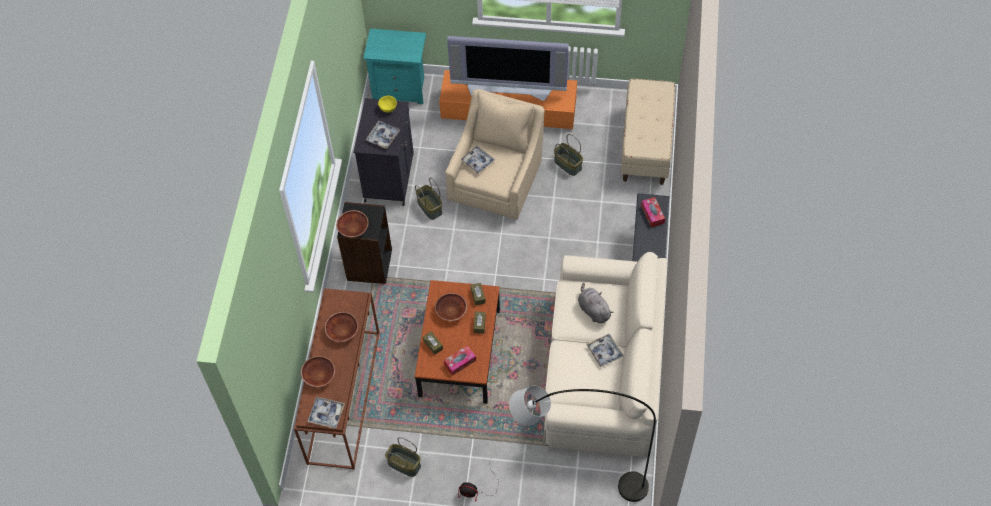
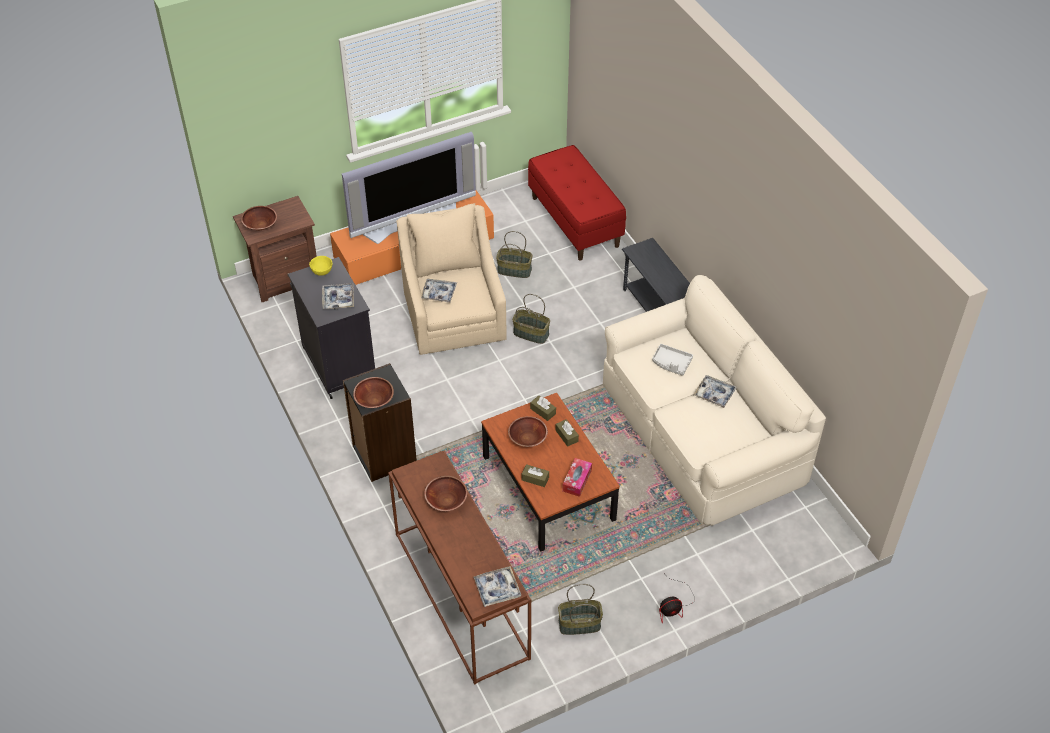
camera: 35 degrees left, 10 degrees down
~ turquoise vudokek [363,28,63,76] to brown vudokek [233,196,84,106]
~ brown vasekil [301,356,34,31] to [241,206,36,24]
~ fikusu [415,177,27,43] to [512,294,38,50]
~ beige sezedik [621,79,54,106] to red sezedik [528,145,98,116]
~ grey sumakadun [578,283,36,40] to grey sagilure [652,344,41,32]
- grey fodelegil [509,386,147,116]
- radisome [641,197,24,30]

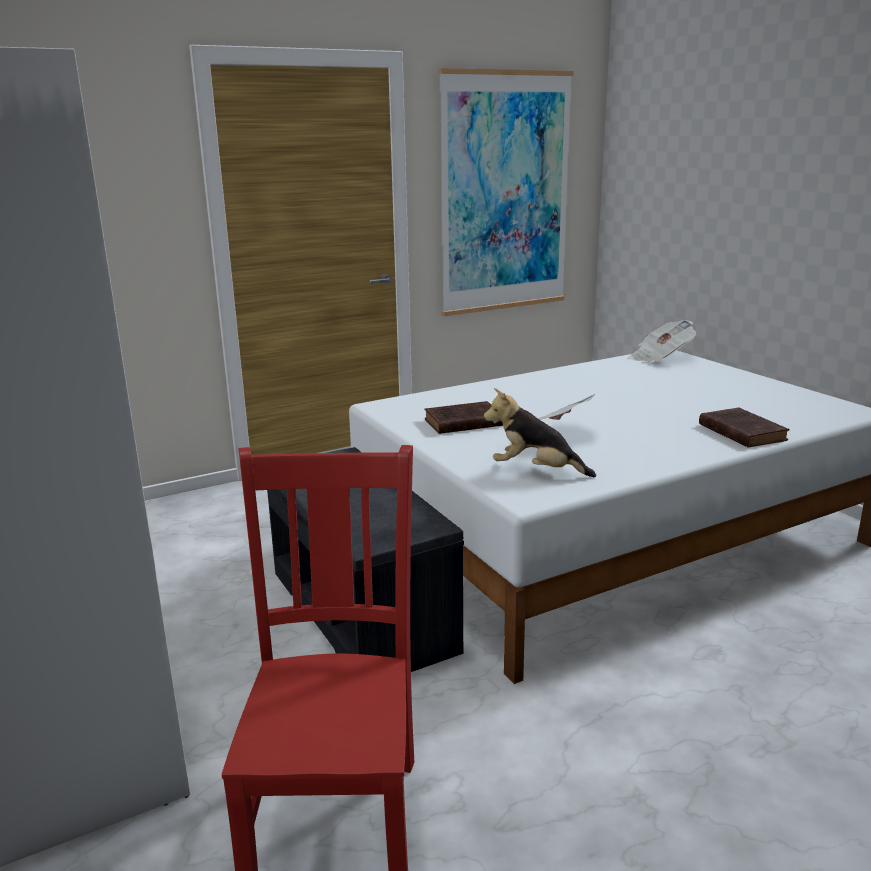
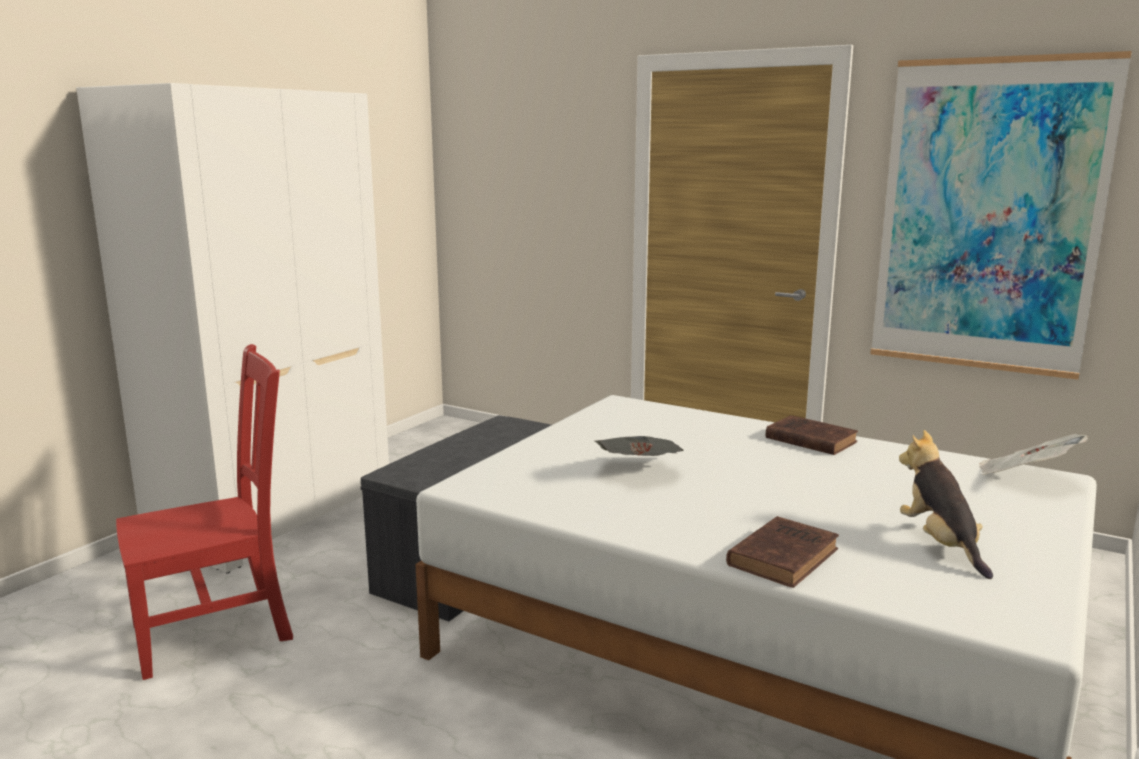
camera: 60 degrees right, 5 degrees down
~ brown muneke [424,401,79,33] to [766,415,92,40]
~ sumakadun [484,388,112,89] to [899,430,94,149]

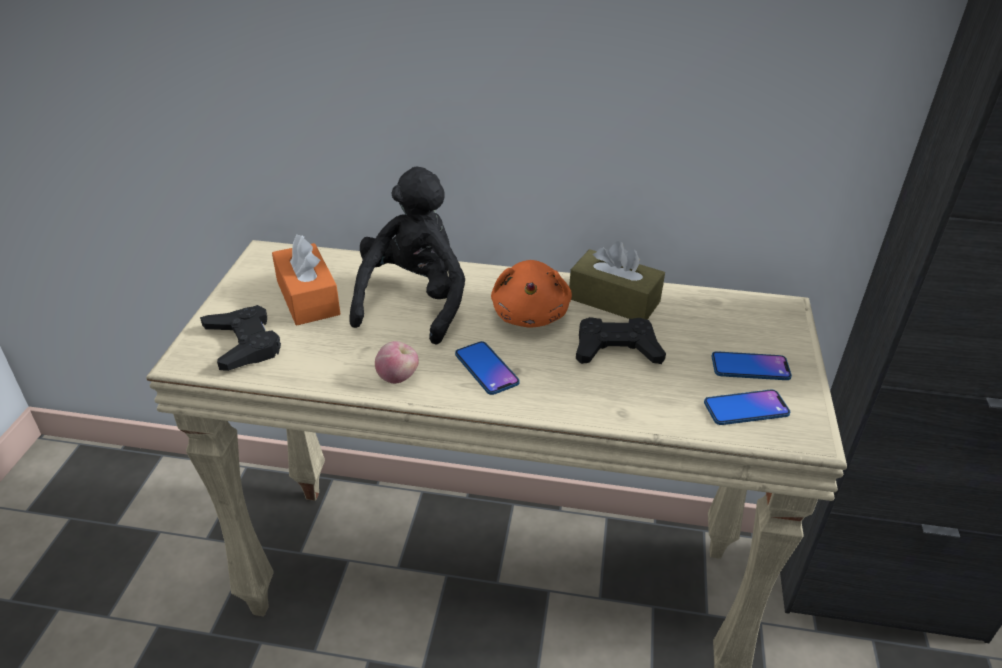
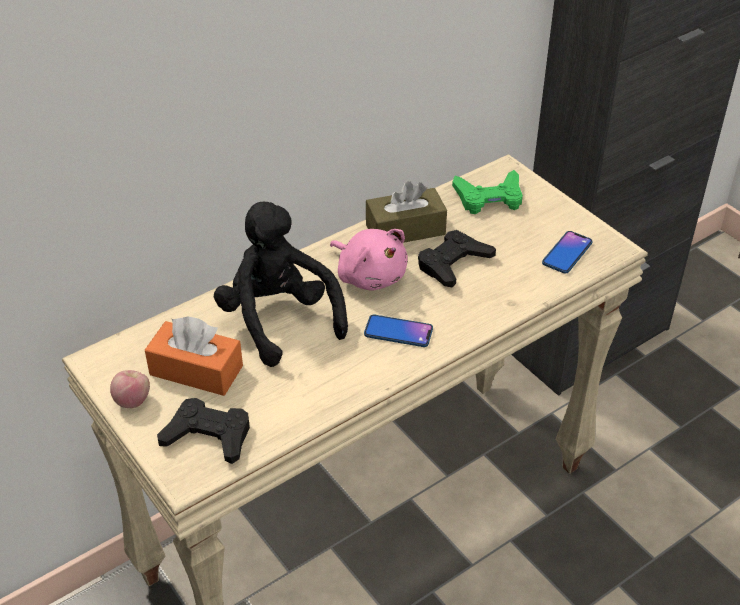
camera: 45 degrees left, 5 degrees up
~ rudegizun [375,341,43,43] to [110,370,40,38]
~ orange sumakadun [491,260,81,68] to pink sumakadun [330,229,78,62]
+ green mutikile [452,170,71,44]
- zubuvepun [712,351,80,29]

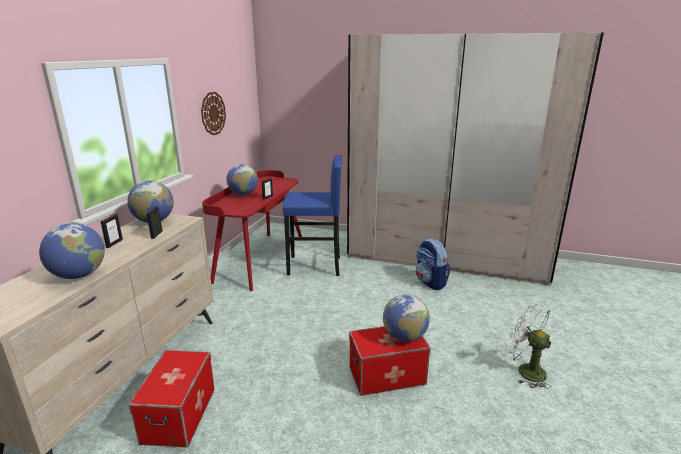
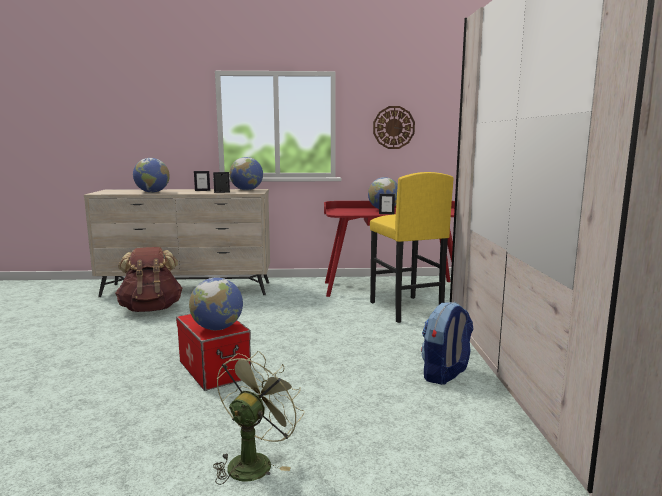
camera: 70 degrees right, 10 degrees down
~ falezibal [128,350,87,98] to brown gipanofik [115,247,67,65]
~ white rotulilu [504,304,47,85] to green rotulilu [213,351,91,134]
~ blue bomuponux [283,155,58,121] to yellow bomuponux [370,172,84,151]

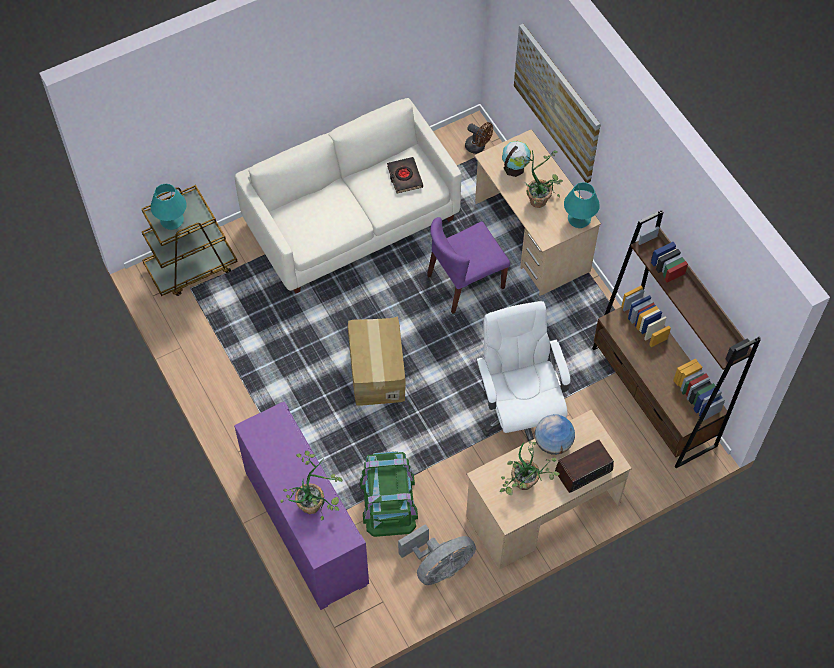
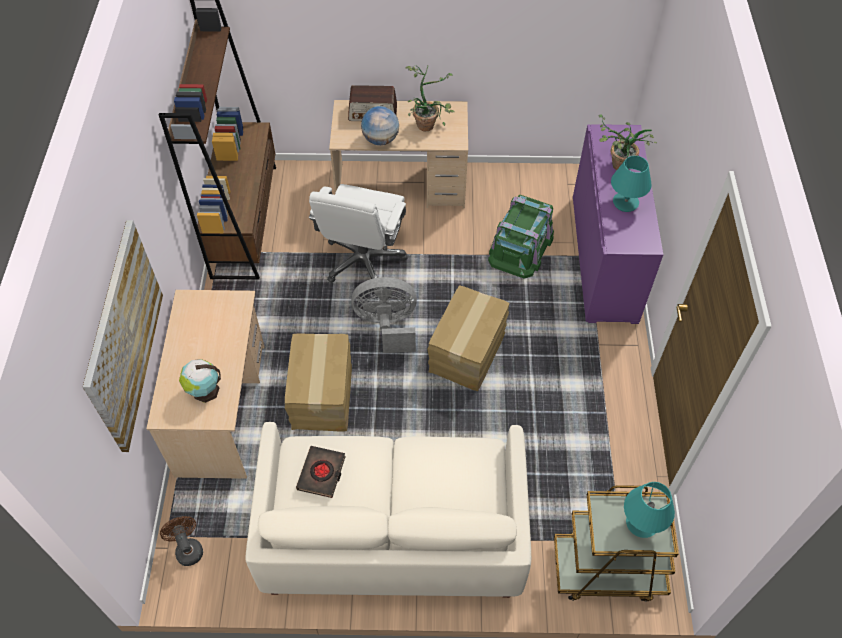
camera: 150 degrees left, 5 degrees down
~ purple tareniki [427,217,83,97] to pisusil [285,333,67,99]
~ grey rotulilu [398,524,78,61] to [351,277,66,76]
~ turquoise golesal [564,182,36,46] to [611,156,41,56]
- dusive [514,150,49,58]

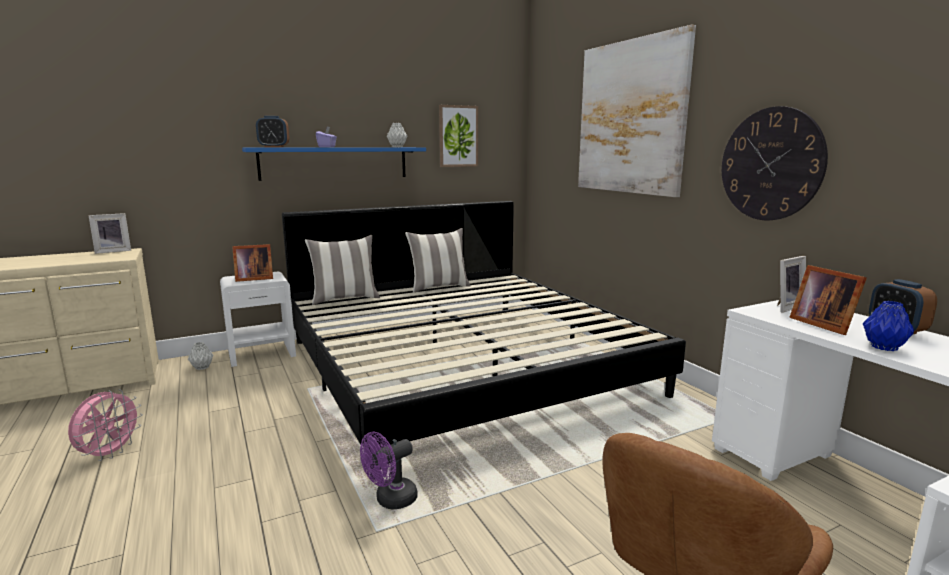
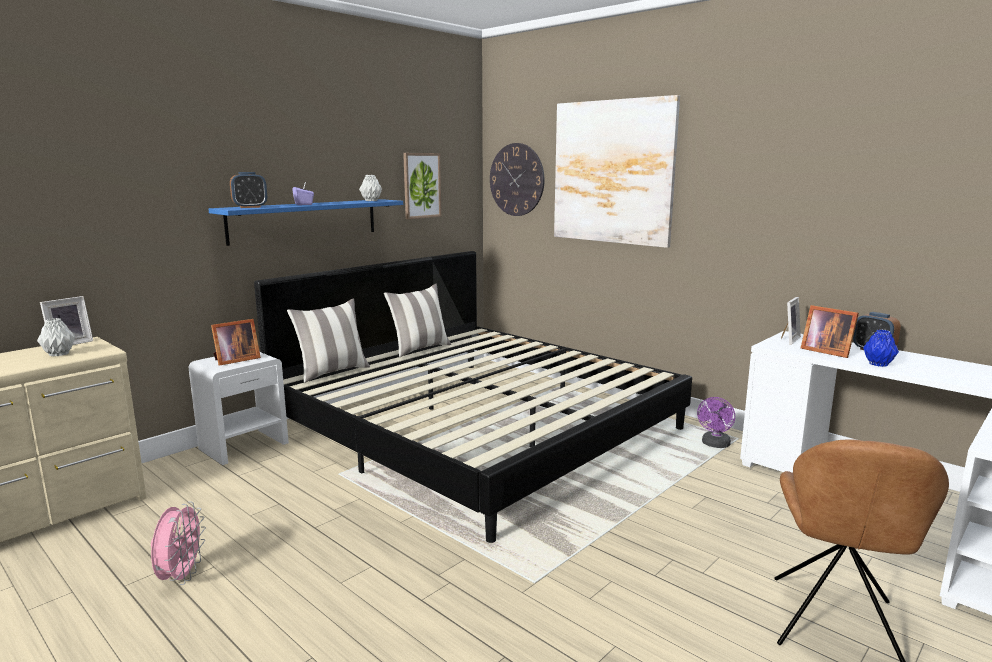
camera: 20 degrees left, 0 degrees up
~ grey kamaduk [188,342,26,28] to [37,318,38,39]
~ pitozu [722,106,106,114] to [490,143,54,73]
~ purple rotulilu [360,432,58,77] to [697,397,38,51]

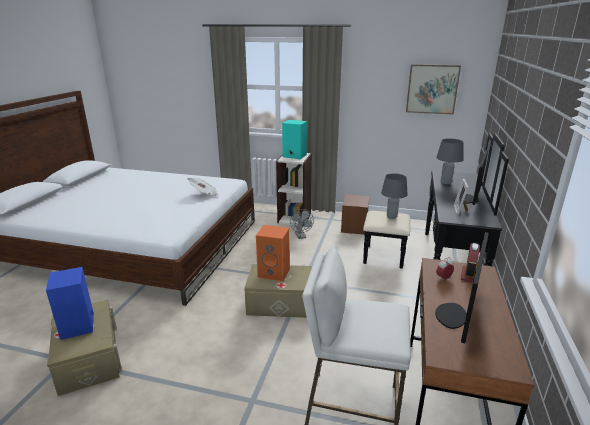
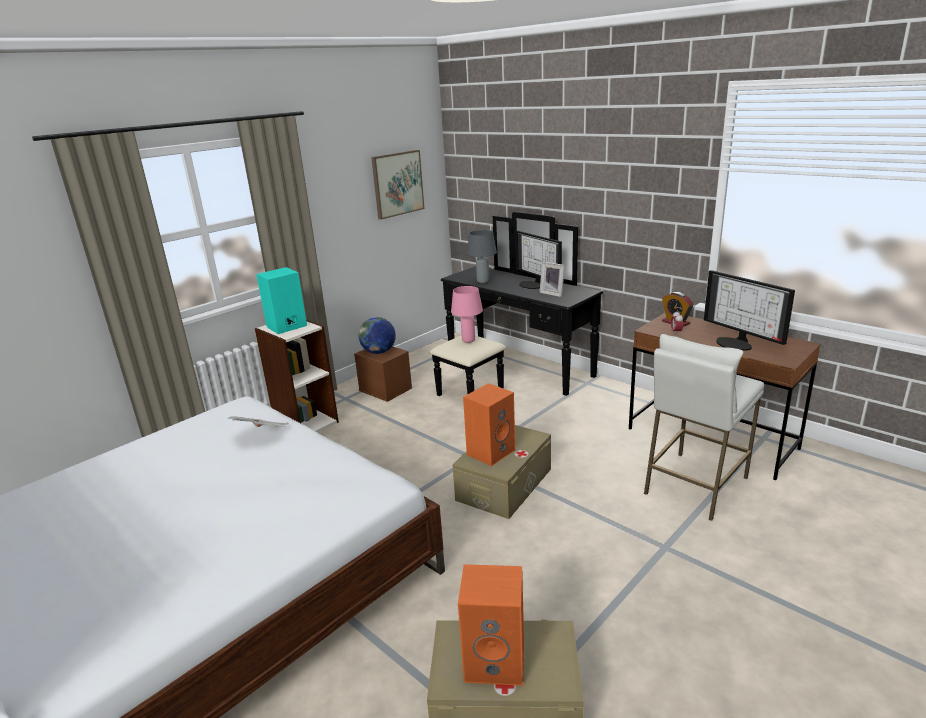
camera: 60 degrees left, 0 degrees up
+ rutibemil [358,317,38,37]
~ grey golesal [381,173,27,46] to pink golesal [451,286,32,57]
~ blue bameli [46,267,48,73] to orange bameli [458,564,66,122]
- grey rotulilu [290,209,24,30]

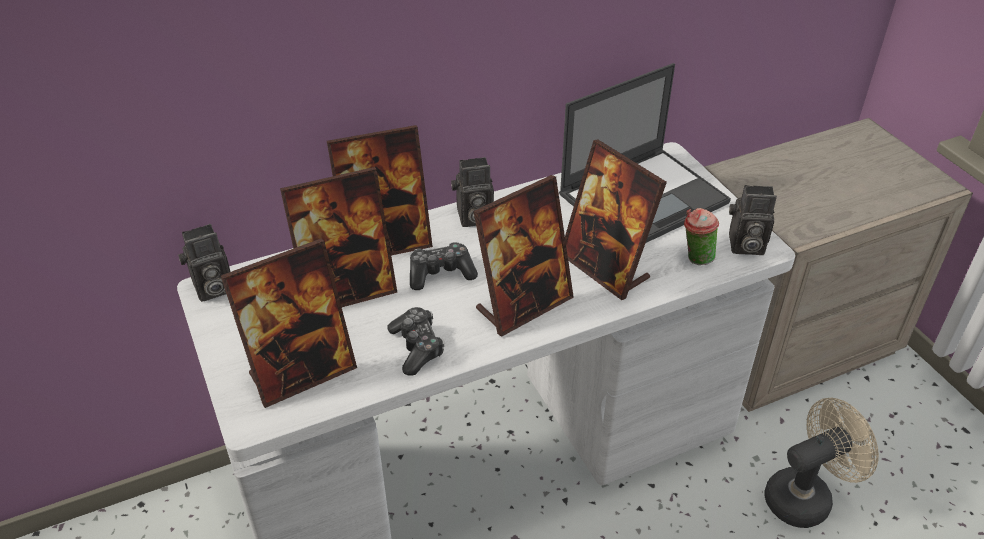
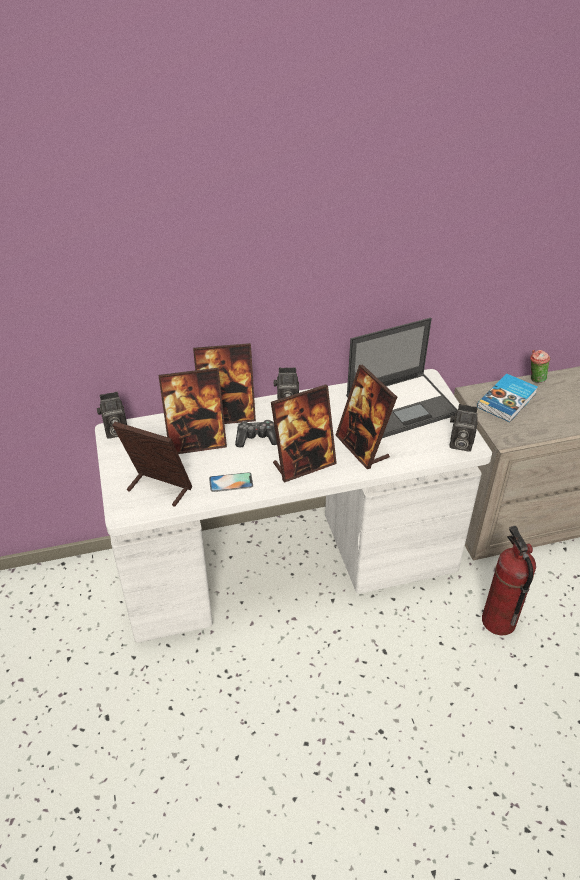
camera: 10 degrees right, 0 degrees up
~ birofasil [221,238,136,170] = [112,422,80,85] 135 degrees counterclockwise
~ mutikile [387,307,57,69] to zubuvepun [209,472,44,20]
+ muneke [477,374,61,48]
~ beige rotulilu [764,398,115,130] to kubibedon [482,526,54,109]
~ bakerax [684,208,35,57] to [530,350,20,33]

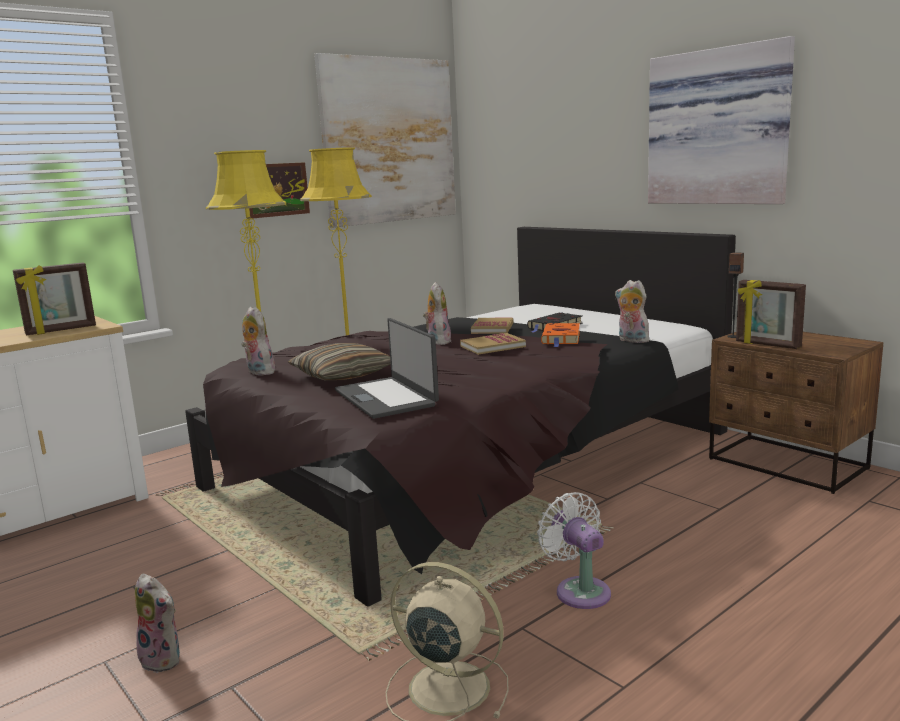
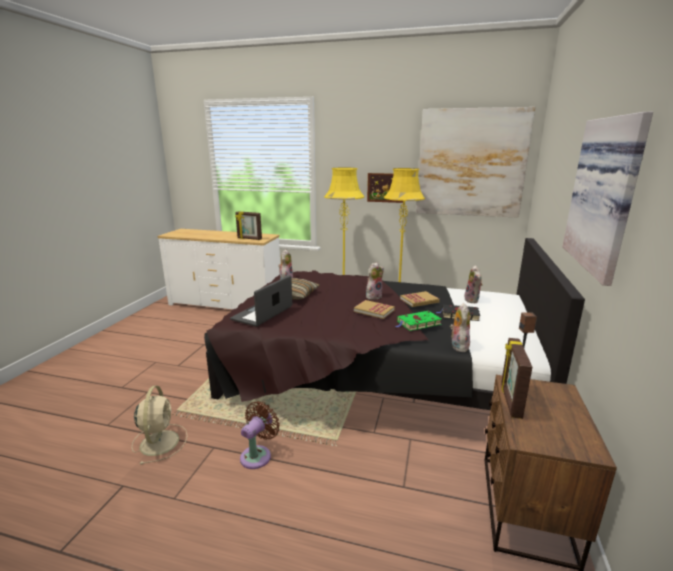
camera: 55 degrees right, 5 degrees up
~ white rotulilu [537,492,74,117] to brown rotulilu [240,401,40,68]
~ orange muneke [541,323,39,24] to green muneke [396,311,46,20]
~ sumakadun [135,573,46,100] to [464,265,19,38]

